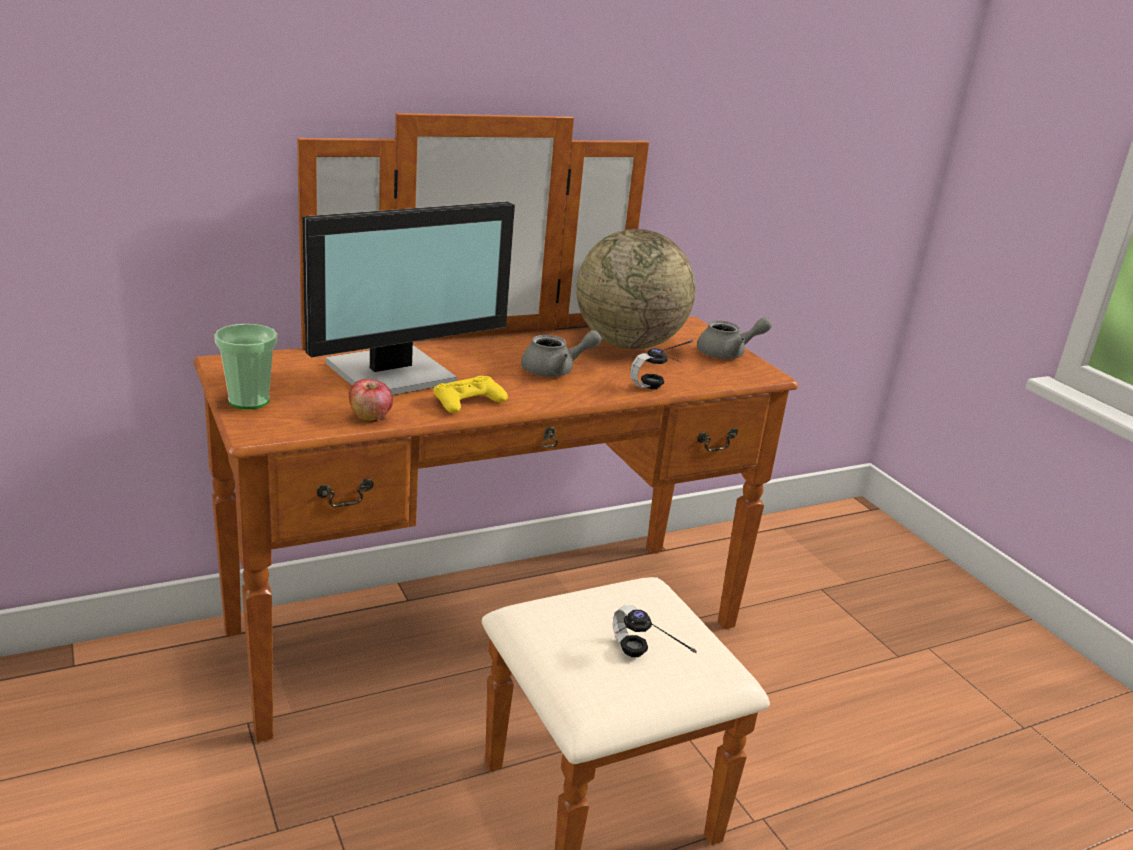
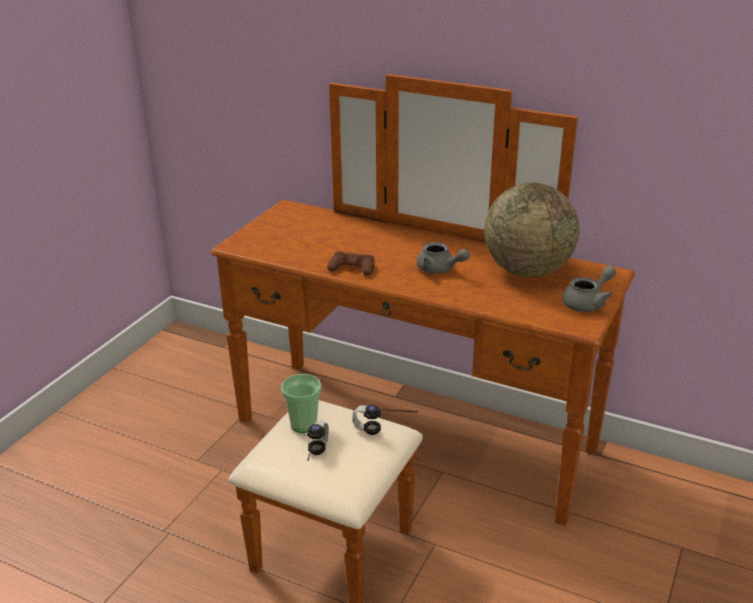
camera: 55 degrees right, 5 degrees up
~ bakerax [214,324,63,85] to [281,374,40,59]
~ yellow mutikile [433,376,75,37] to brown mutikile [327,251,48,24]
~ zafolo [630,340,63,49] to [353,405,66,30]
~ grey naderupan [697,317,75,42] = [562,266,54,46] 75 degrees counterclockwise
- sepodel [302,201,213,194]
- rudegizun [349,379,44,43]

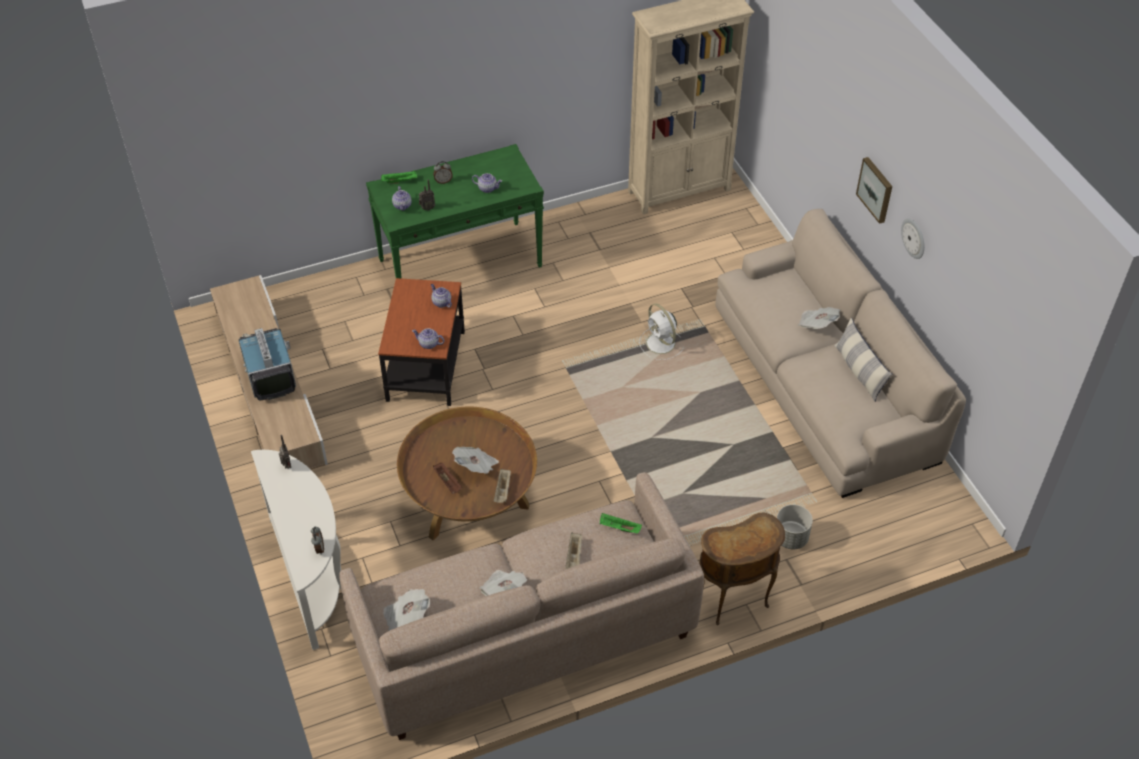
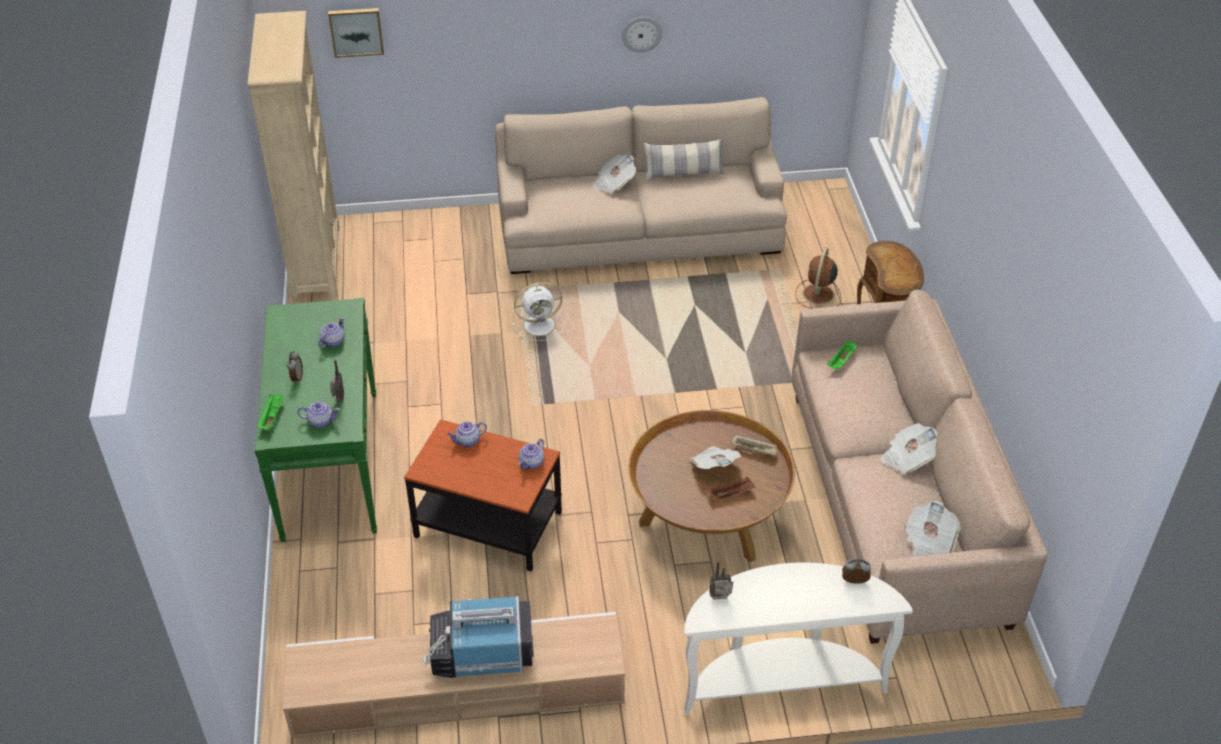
camera: 75 degrees left, 5 degrees down
~ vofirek [856,157,36,67] to [328,8,56,50]
~ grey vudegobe [777,505,36,44] to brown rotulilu [795,247,46,62]
- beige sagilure [565,532,17,37]

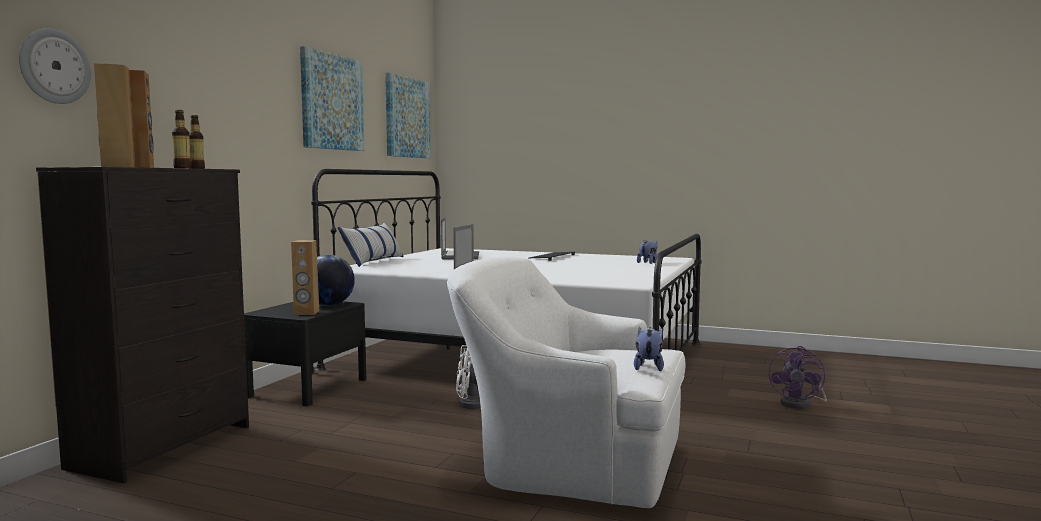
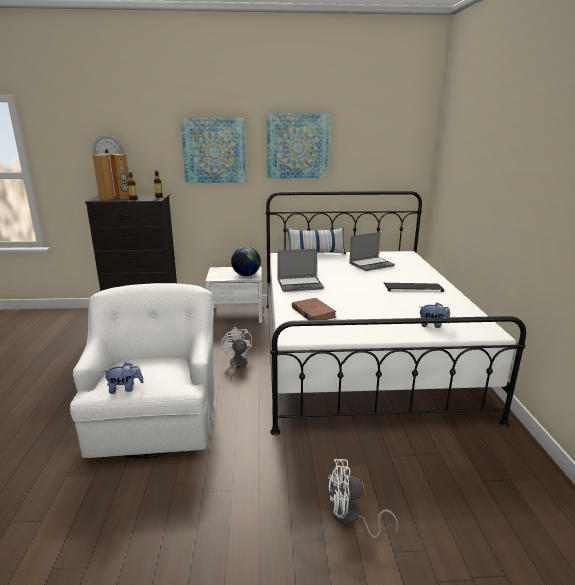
camera: 65 degrees right, 15 degrees up
~ vofirek [385,72,46,86] to [180,118,66,65]
~ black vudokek [244,301,122,105] to white vudokek [206,267,57,56]
+ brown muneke [292,298,45,22]
~ purple rotulilu [769,346,58,63] to white rotulilu [328,459,70,79]
- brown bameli [291,240,28,75]

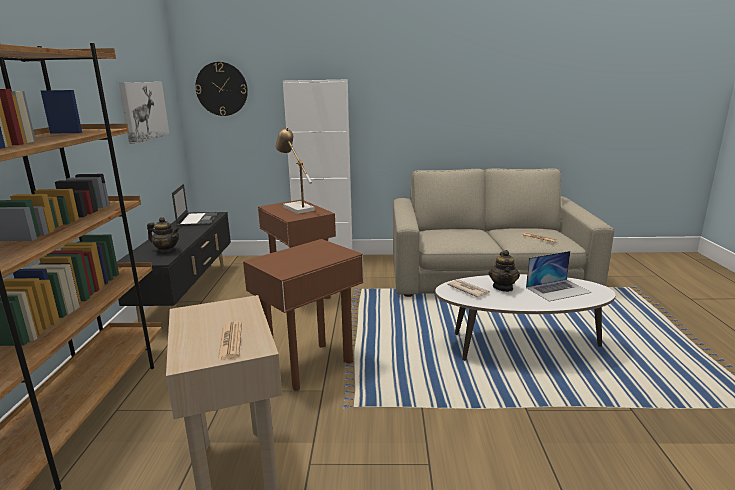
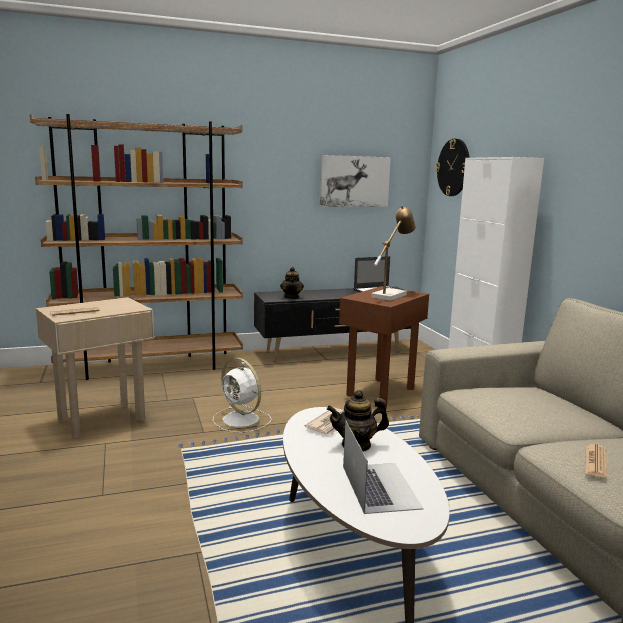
camera: 70 degrees right, 5 degrees down
~ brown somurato [243,239,121,152] to white rotulilu [213,358,59,75]
~ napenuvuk [526,251,65,50] = [343,420,80,94] 150 degrees counterclockwise

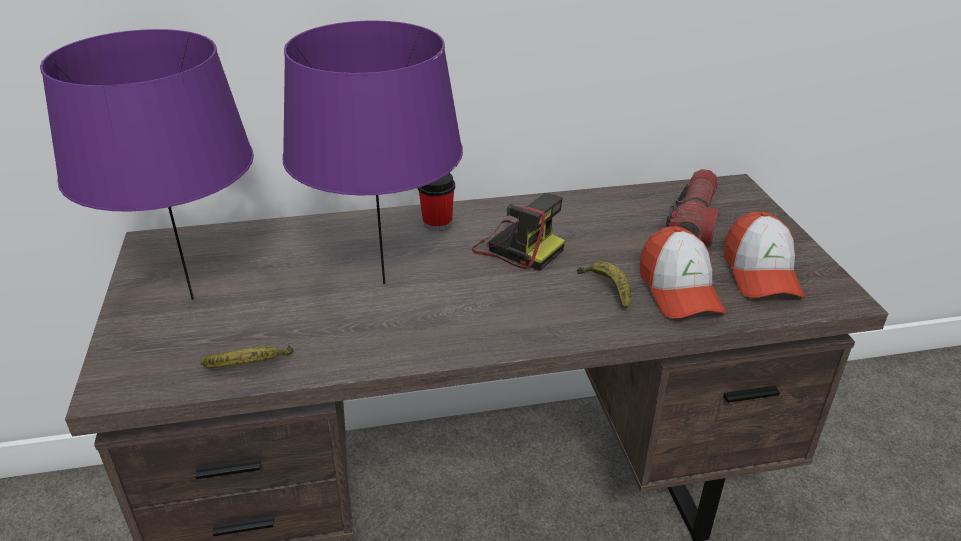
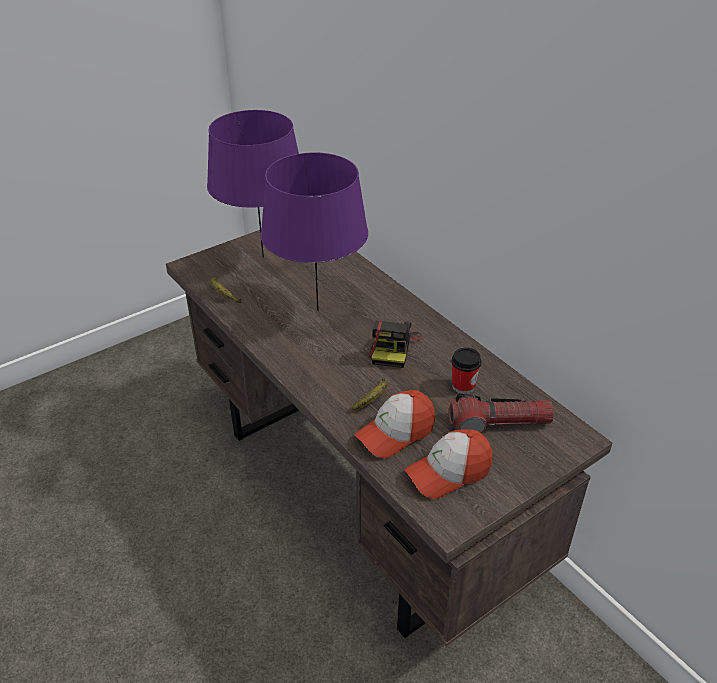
camera: 65 degrees right, 5 degrees up
~ bakerax [418,173,37,58] to [451,347,30,47]

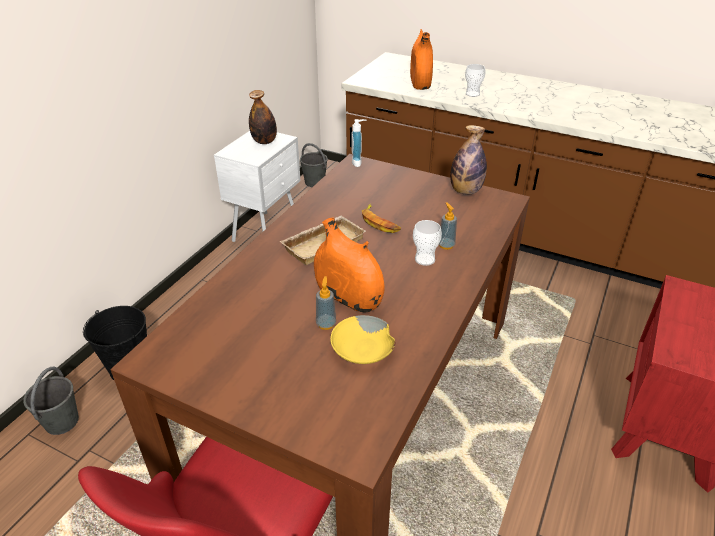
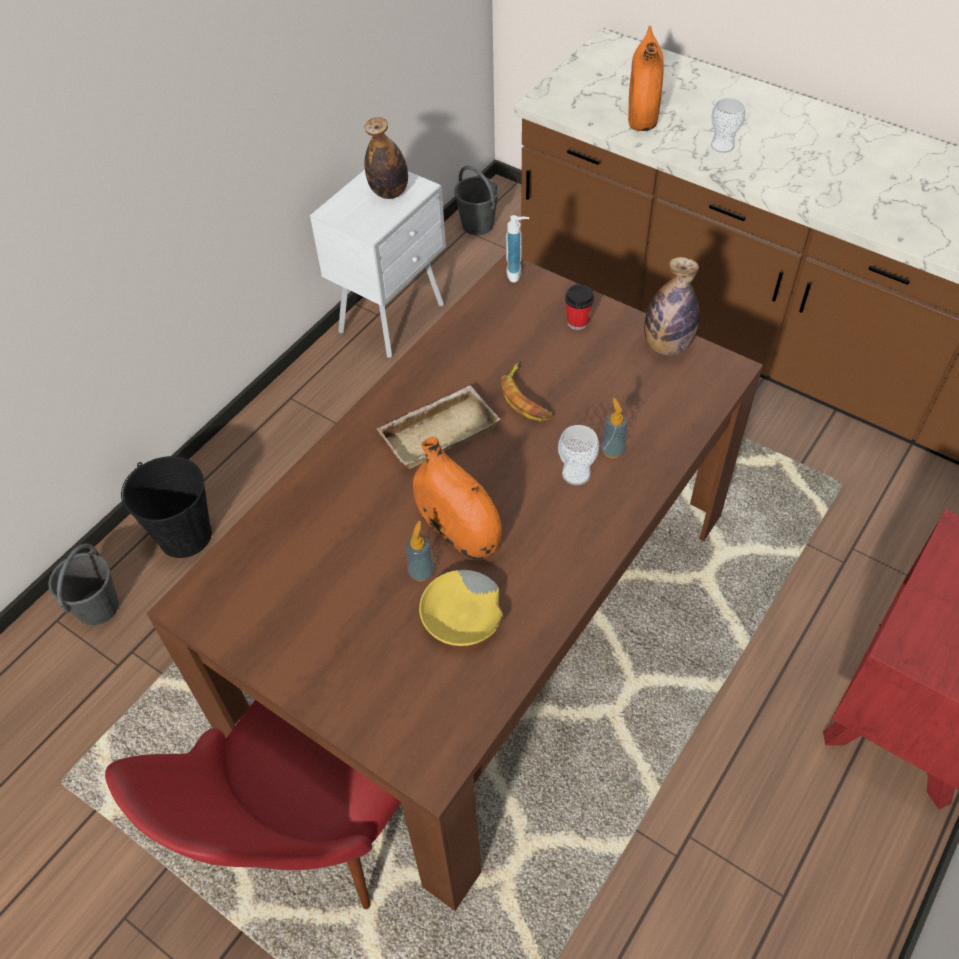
camera: 10 degrees right, 15 degrees up
+ bakerax [565,284,29,46]

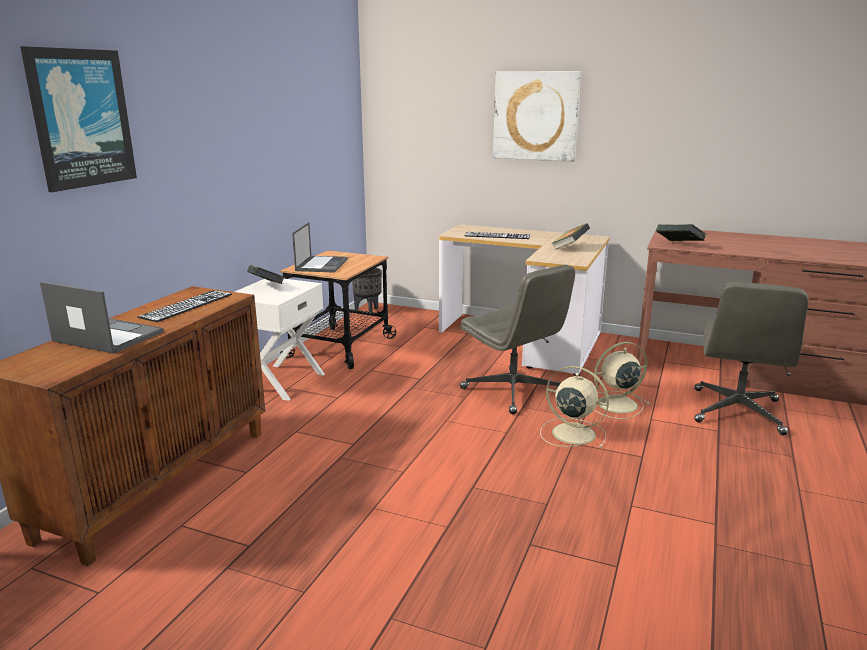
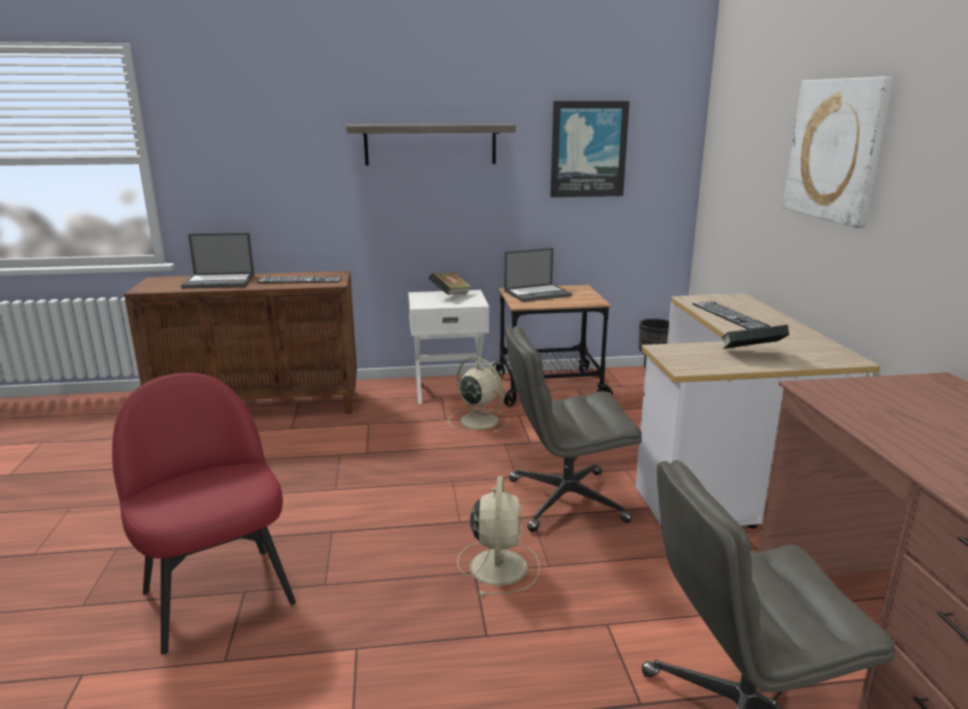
camera: 60 degrees right, 0 degrees up
+ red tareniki [112,373,184,282]
~ napenuvuk [40,282,124,72] = [181,233,73,55] 90 degrees clockwise
+ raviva [346,124,170,42]
~ beige rotulilu [594,342,56,77] to [448,357,61,76]
~ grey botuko [460,264,115,150] = [505,326,137,206] 60 degrees clockwise
~ vofirek [20,46,117,146] to [550,101,80,96]
- muneke [656,224,50,17]

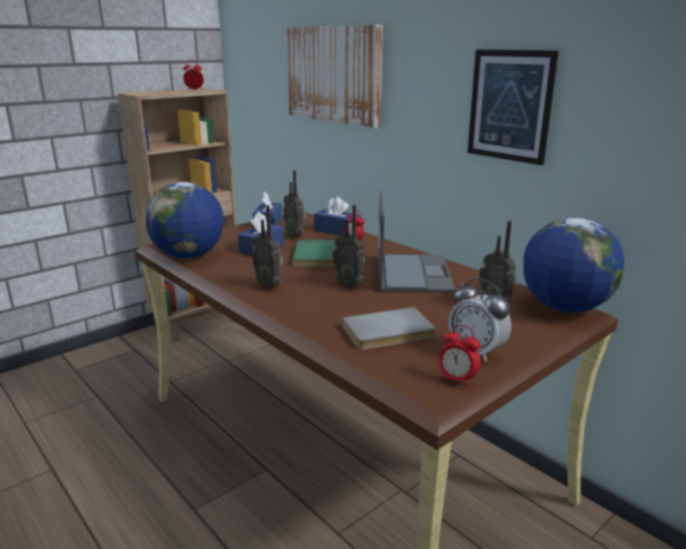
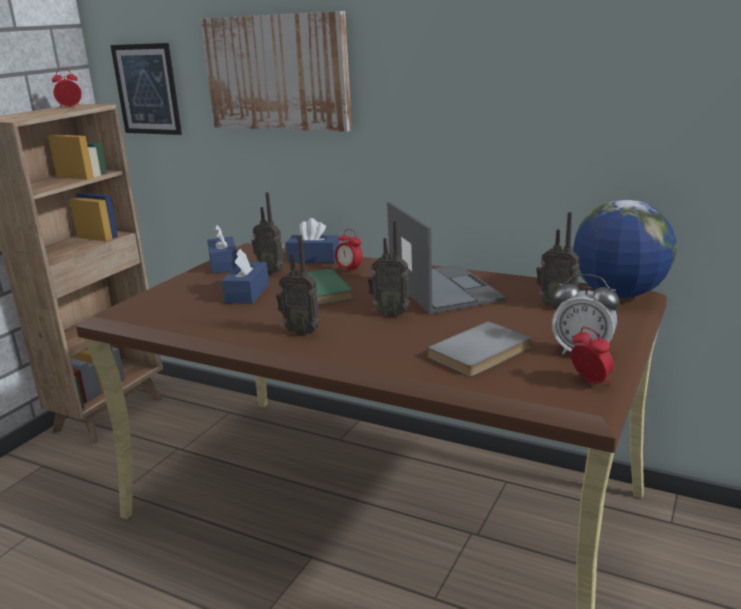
camera: 20 degrees left, 0 degrees up
~ vofirek [468,49,91,116] to [110,43,72,92]
~ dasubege [439,325,42,63] = [571,327,43,57] 135 degrees counterclockwise
- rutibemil [146,182,78,76]

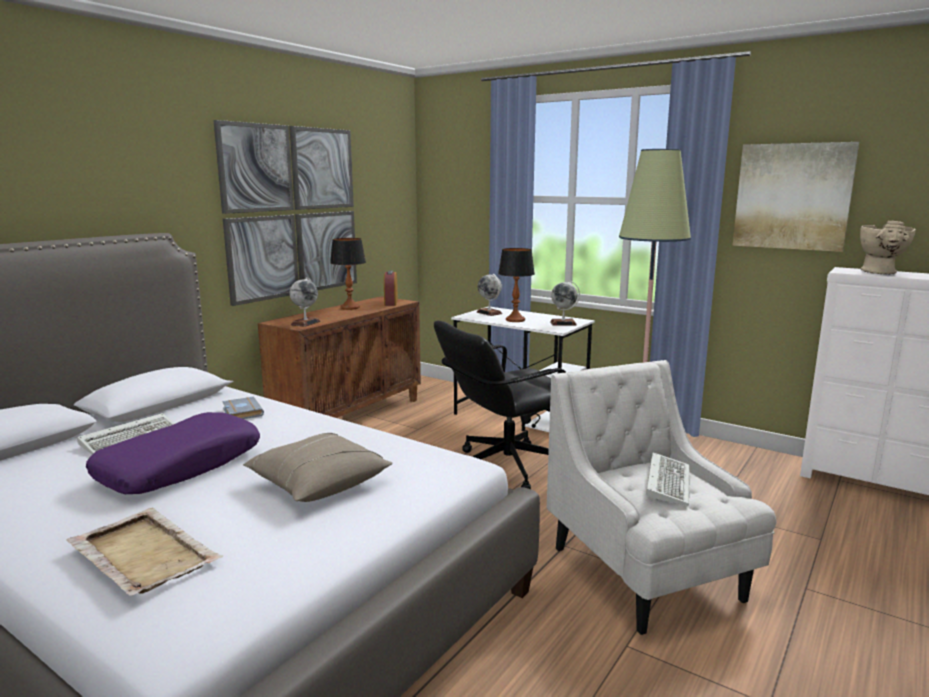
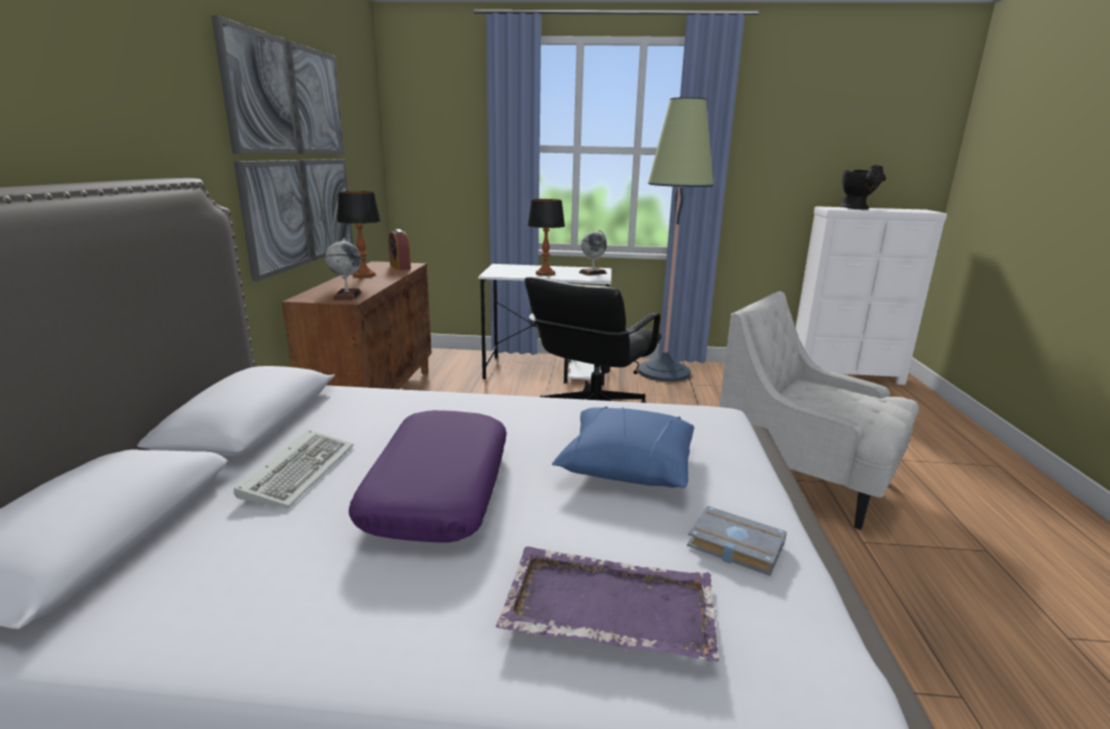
camera: 30 degrees left, 5 degrees up
~ beige sagilure [66,508,158,88] to purple sagilure [496,546,223,116]
~ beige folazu [243,433,150,69] to blue folazu [552,407,142,81]
~ grey muneke [223,397,41,22] to [687,506,100,70]
~ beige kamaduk [860,221,56,54] to black kamaduk [840,165,46,45]
- rutibemil [477,274,25,42]
- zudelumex [646,452,44,54]
- vofirek [732,142,127,110]

